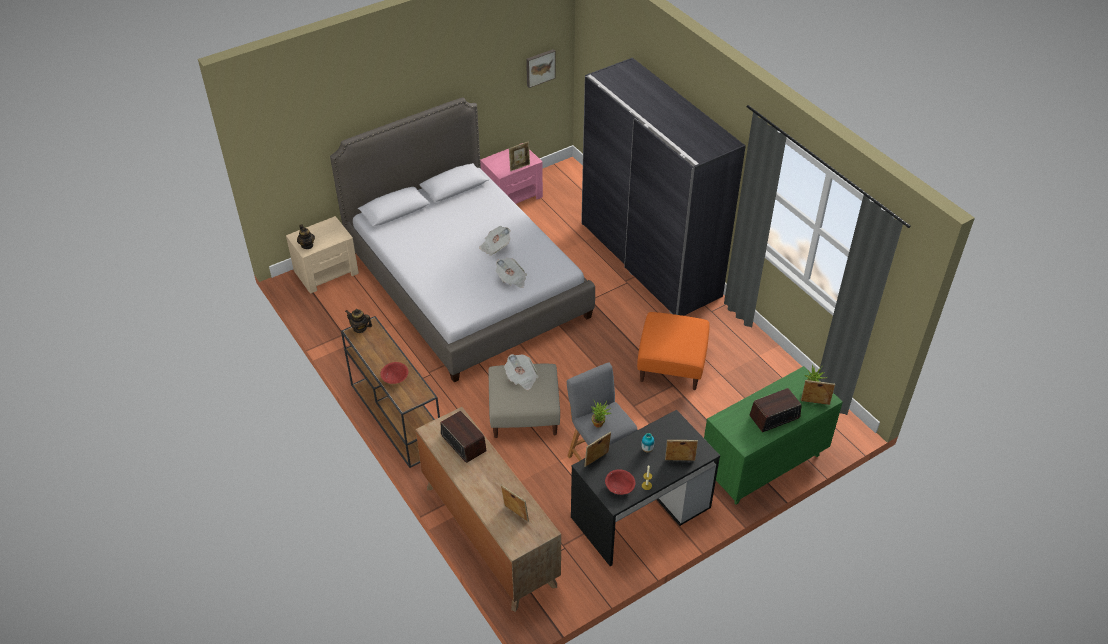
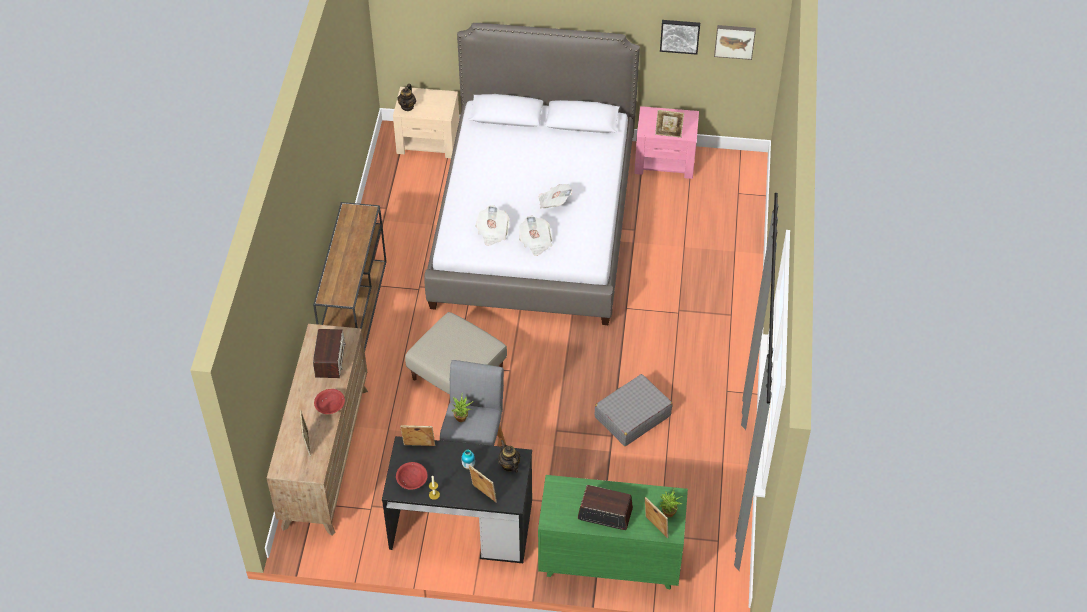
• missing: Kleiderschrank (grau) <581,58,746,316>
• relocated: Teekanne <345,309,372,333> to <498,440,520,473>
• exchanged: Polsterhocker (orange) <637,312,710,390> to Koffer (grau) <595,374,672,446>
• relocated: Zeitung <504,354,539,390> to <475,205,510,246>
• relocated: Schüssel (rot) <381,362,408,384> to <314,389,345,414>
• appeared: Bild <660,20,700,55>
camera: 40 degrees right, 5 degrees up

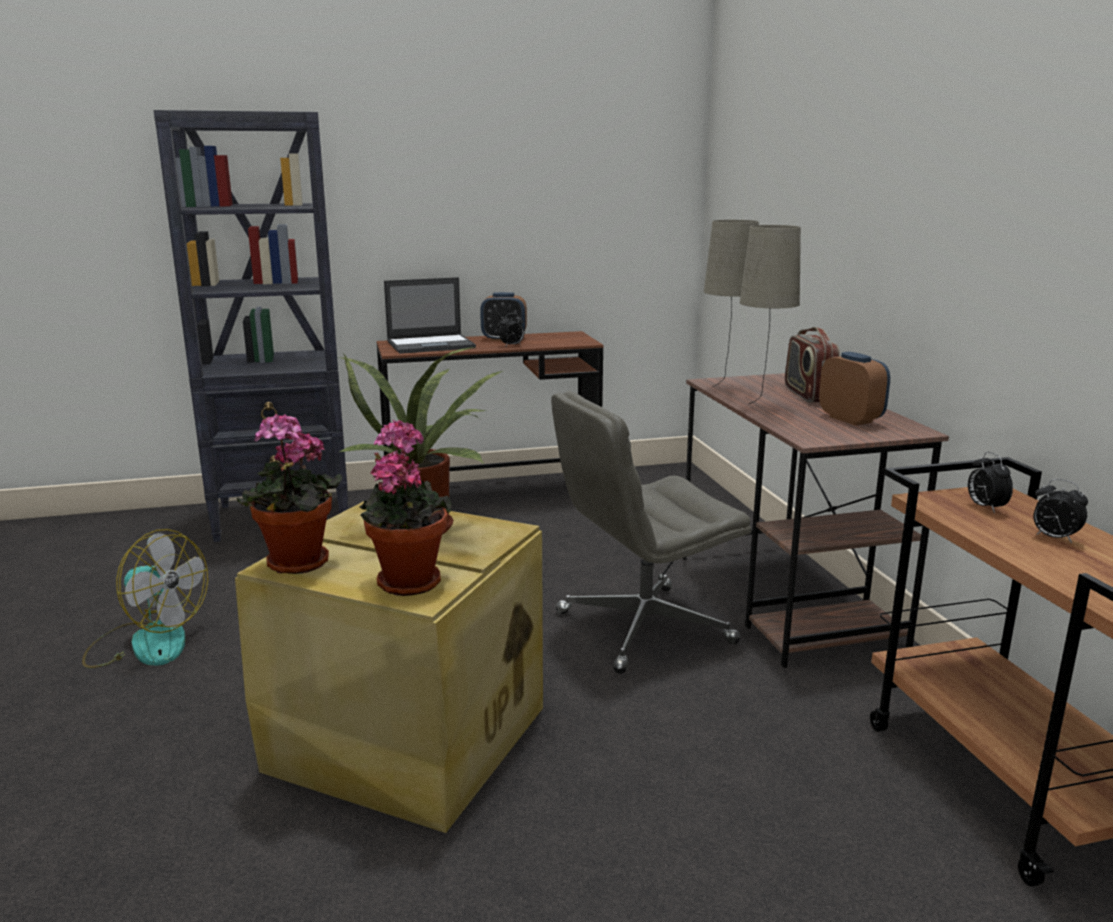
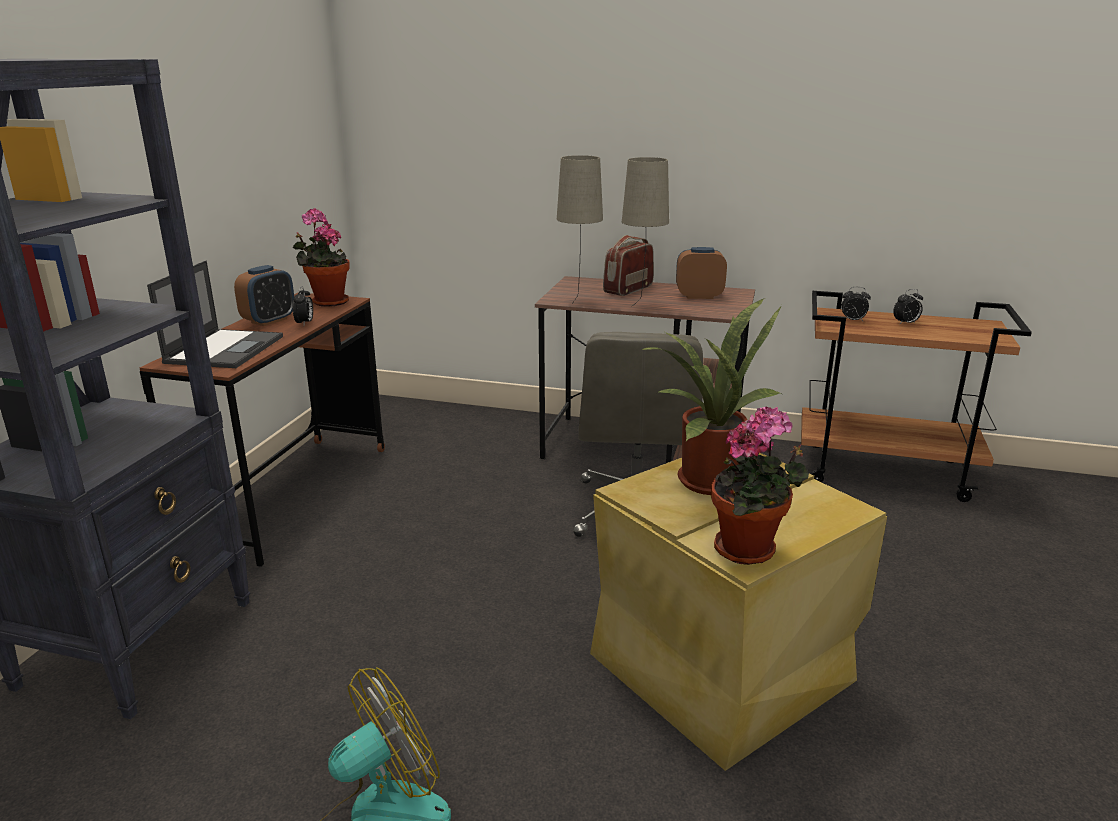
• spun: Radio <785,327,840,402> = <603,235,654,296> 105 degrees clockwise
• relocated: Topfpflanze <360,420,452,596> to <293,208,350,307>
camera: 60 degrees left, 5 degrees up

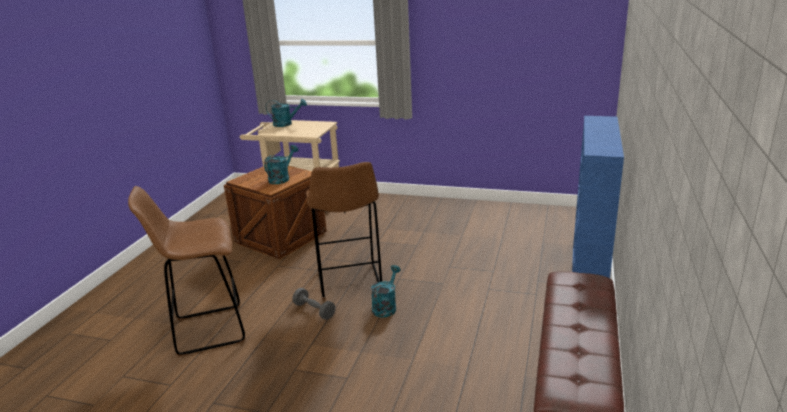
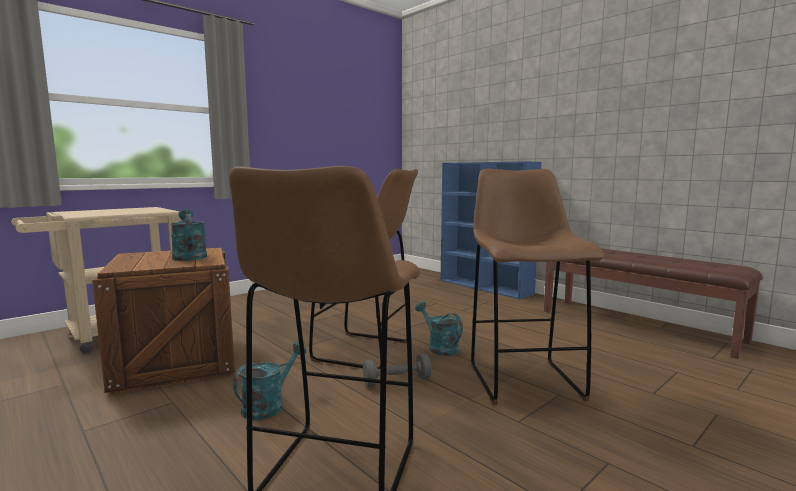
• relocated: Gießkanne (türkis) <266,99,307,127> to <233,342,306,420>
• appeared: Hocker (braun) <471,169,605,405>
camera: 60 degrees left, 15 degrees down

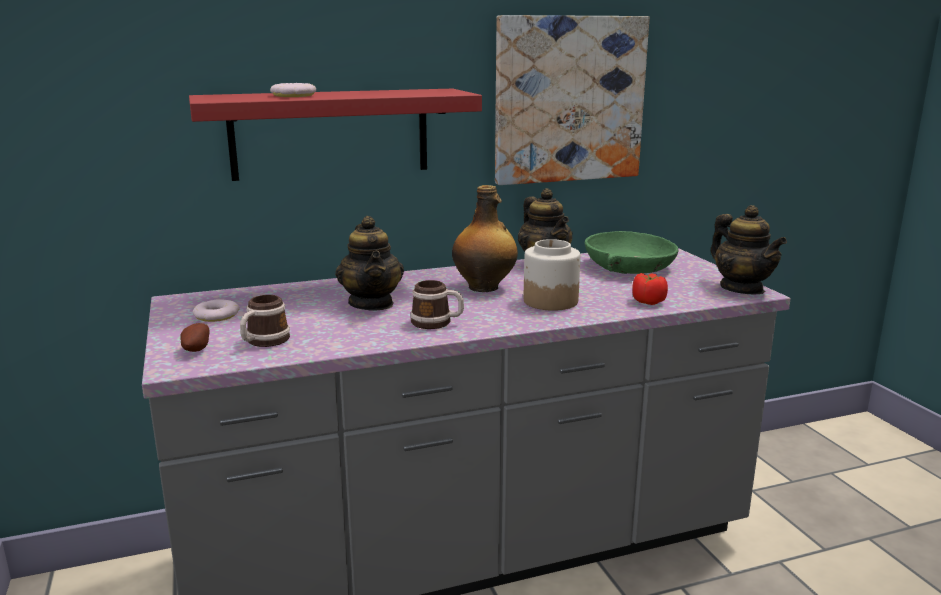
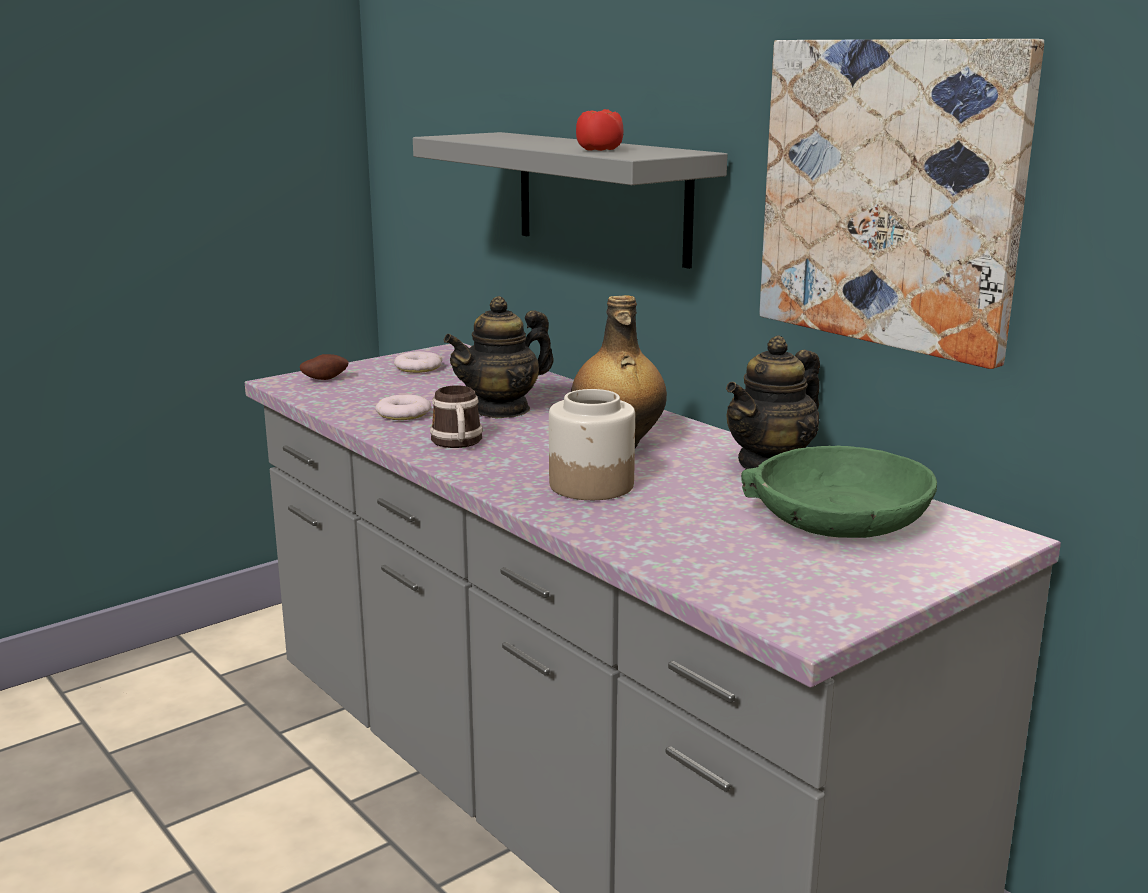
• relocated: Donut <270,83,316,97> to <375,395,431,420>
• colour: Wandregal (rot) <189,89,482,181> to Wandregal (grau) <413,132,728,269>
• missing: Teekanne <711,205,787,295>
• relocated: Tomate <632,273,668,305> to <576,109,623,151>
• missing: Henkelbecher <240,295,290,347>
camera: 70 degrees right, 0 degrees up

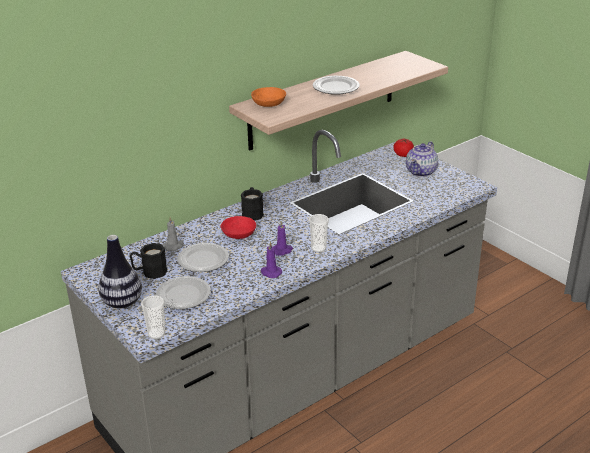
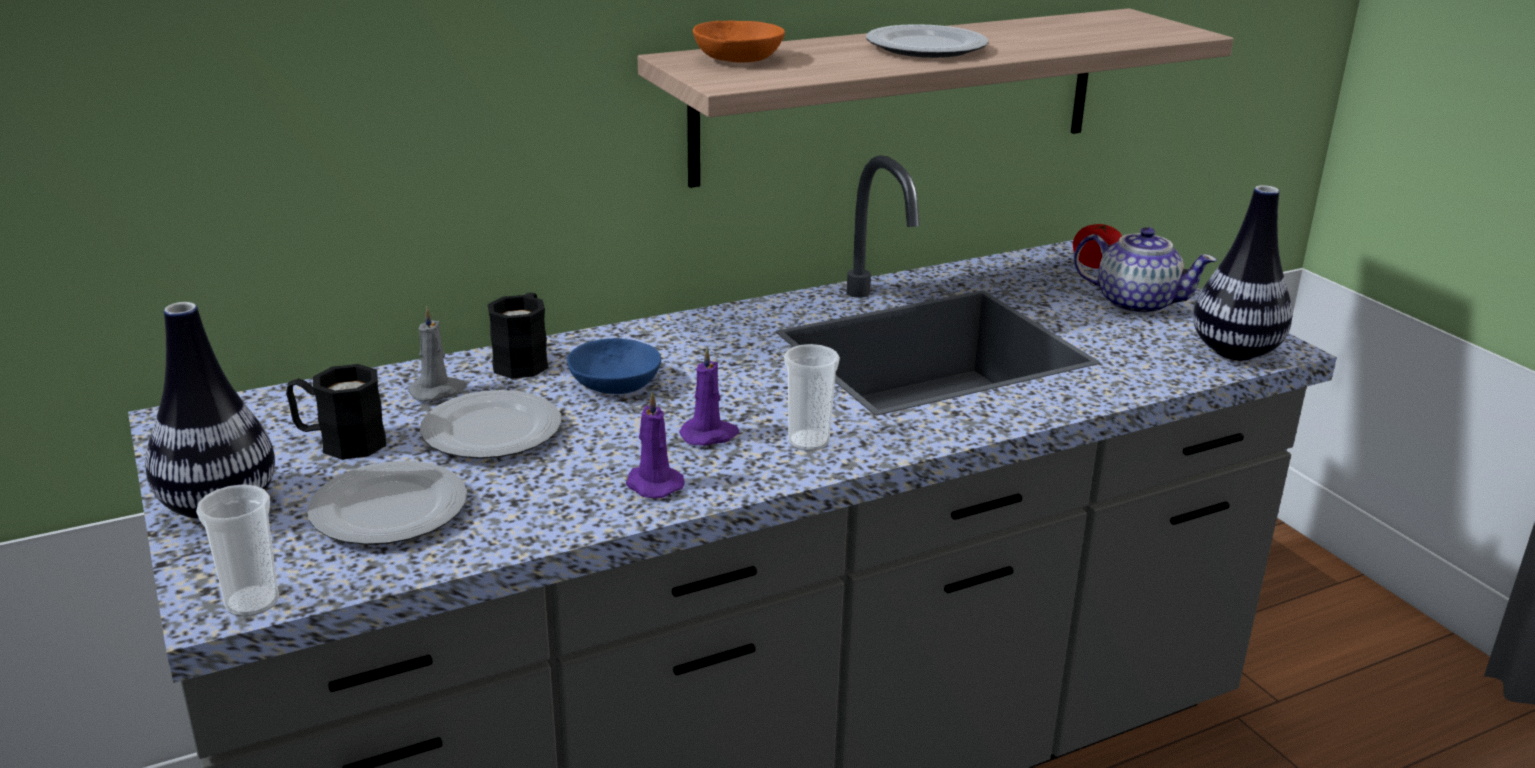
• spun: Teekanne <406,141,438,177> = <1074,227,1217,315> 105 degrees counterclockwise
• relocated: Henkelbecher (schwarz) <241,187,264,221> to <487,293,549,379>
• colour: Schüssel (rot) <221,216,256,239> to Schüssel (blau) <567,338,661,394>
• appeared: Vase <1193,185,1292,361>
camera: 10 degrees right, 5 degrees down

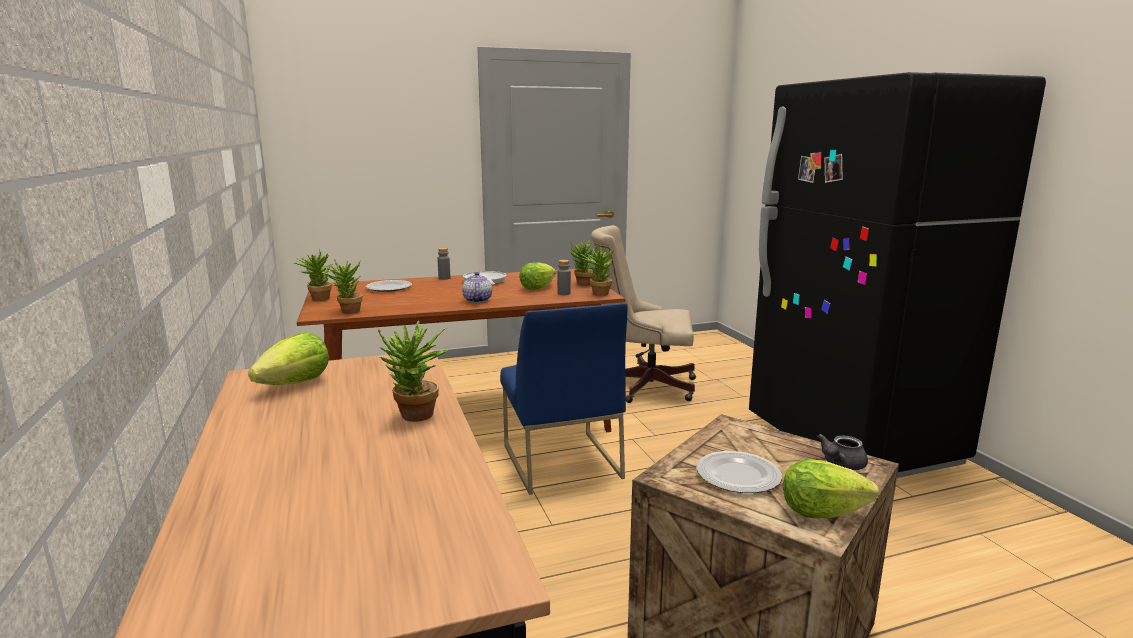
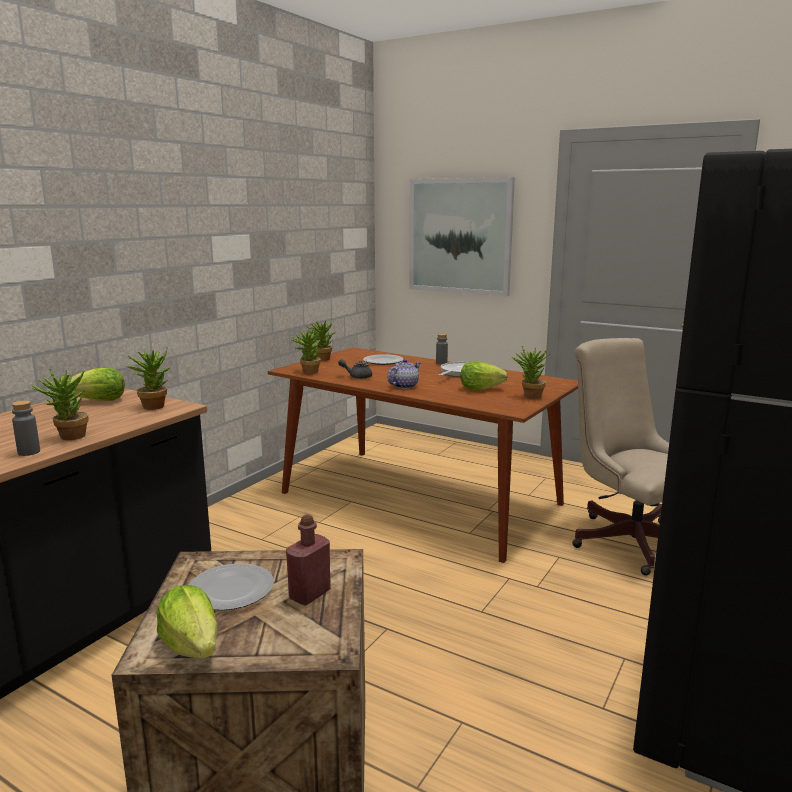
• relocated: Topfpflanze <580,245,614,296> to <127,346,170,410>
• relocated: Flasche (grau) <557,260,571,295> to <12,400,40,456>
• missing: Stuhl (blau) <500,303,627,495>
• relocated: Teekanne (grau) <817,434,868,470> to <338,359,372,379>
• appeared: Bild <409,177,515,296>
• appeared: Flasche (rot) <286,514,331,606>
camera: 50 degrees right, 0 degrees up

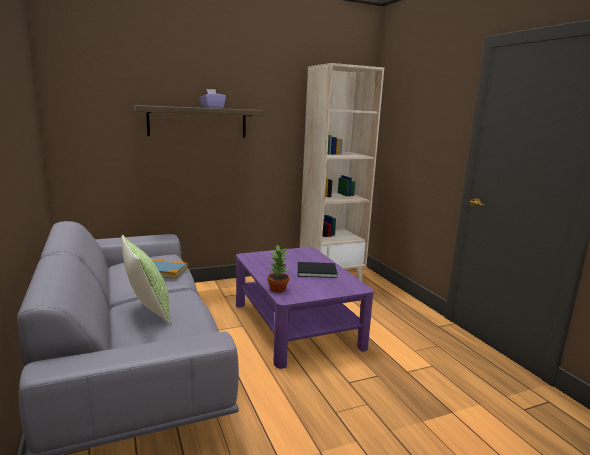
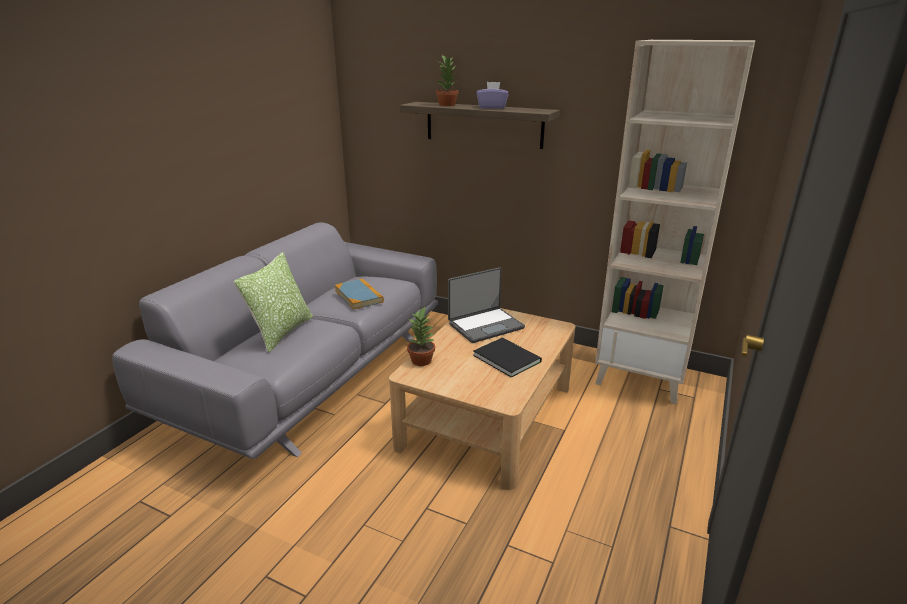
• colour: Couchtisch (lila) <236,247,374,369> to Couchtisch (beige) <389,308,576,490>
• appeared: Topfpflanze <436,55,458,106>
• appeared: Laptop <448,267,525,343>
camera: 50 degrees right, 10 degrees up

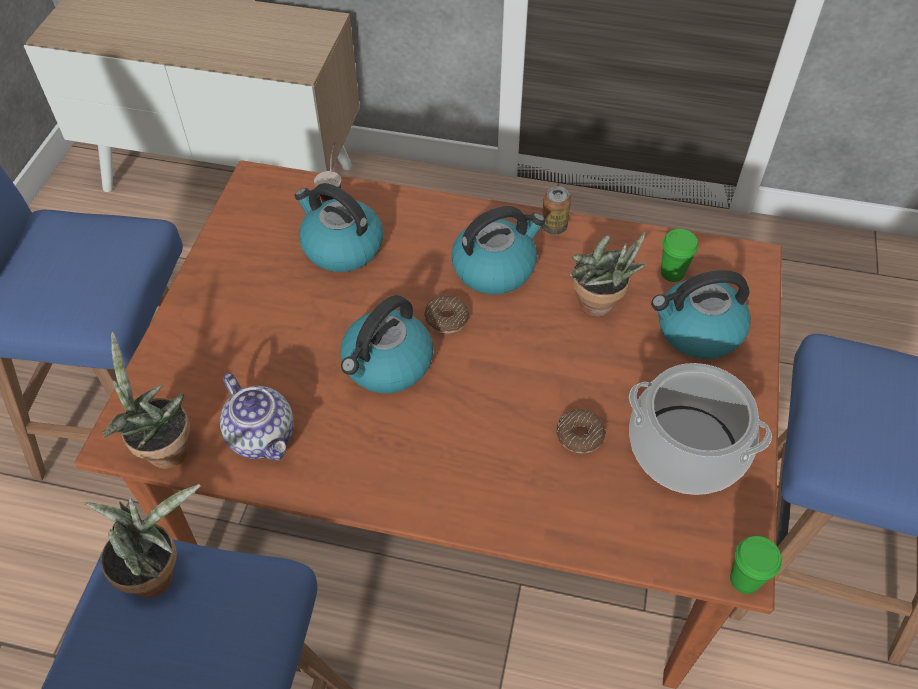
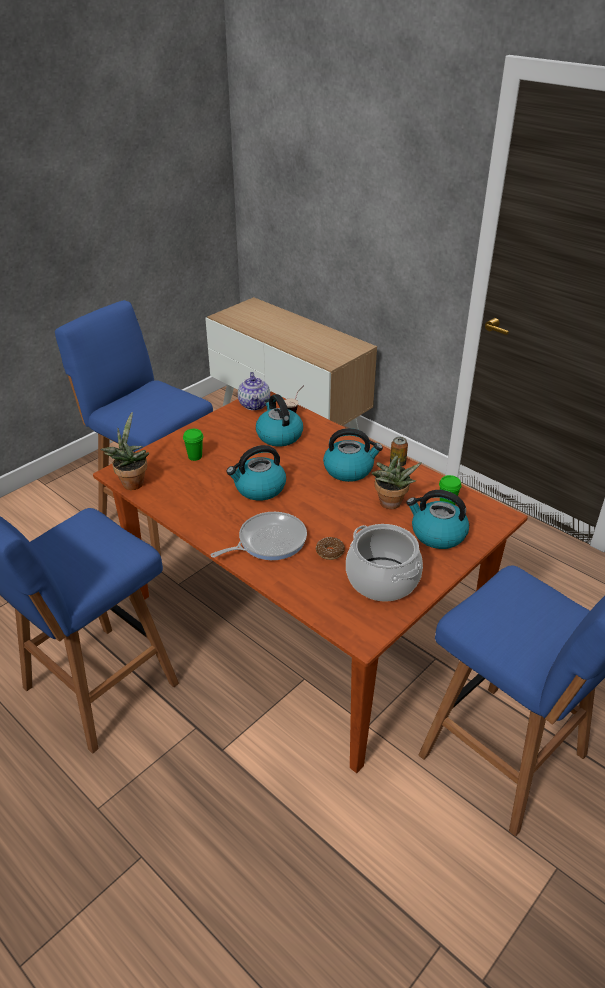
• missing: Donut <424,296,469,334>
• relocated: Teekanne <220,373,294,460> to <238,372,270,410>
• missing: Topfpflanze <84,484,200,598>
• relocated: Tasse (grün) <730,536,782,594> to <183,429,203,461>
• appeared: Pfanne <211,512,307,560>
camera: 30 degrees right, 15 degrees down

